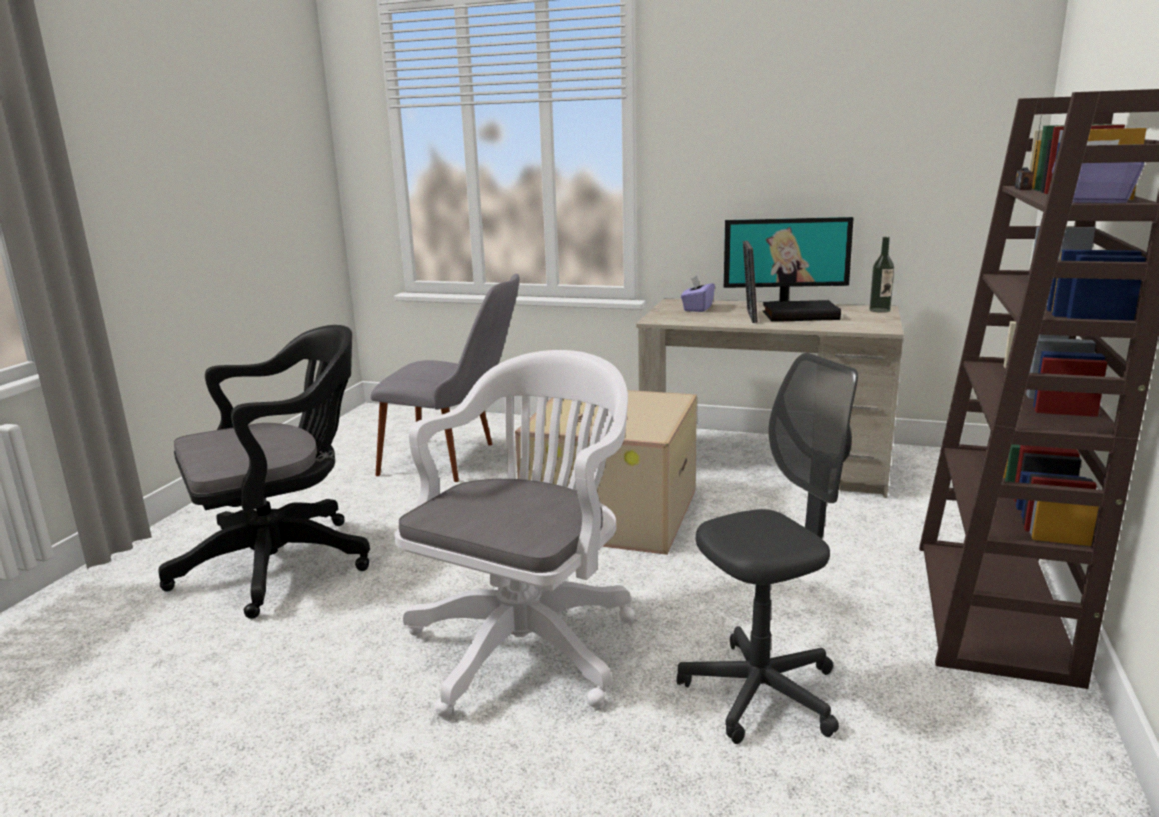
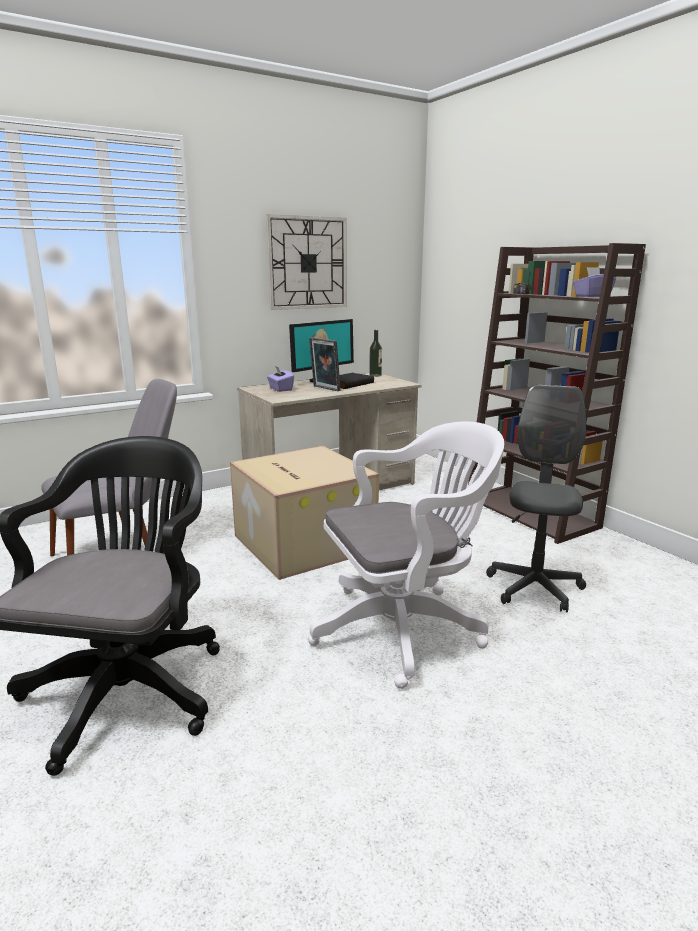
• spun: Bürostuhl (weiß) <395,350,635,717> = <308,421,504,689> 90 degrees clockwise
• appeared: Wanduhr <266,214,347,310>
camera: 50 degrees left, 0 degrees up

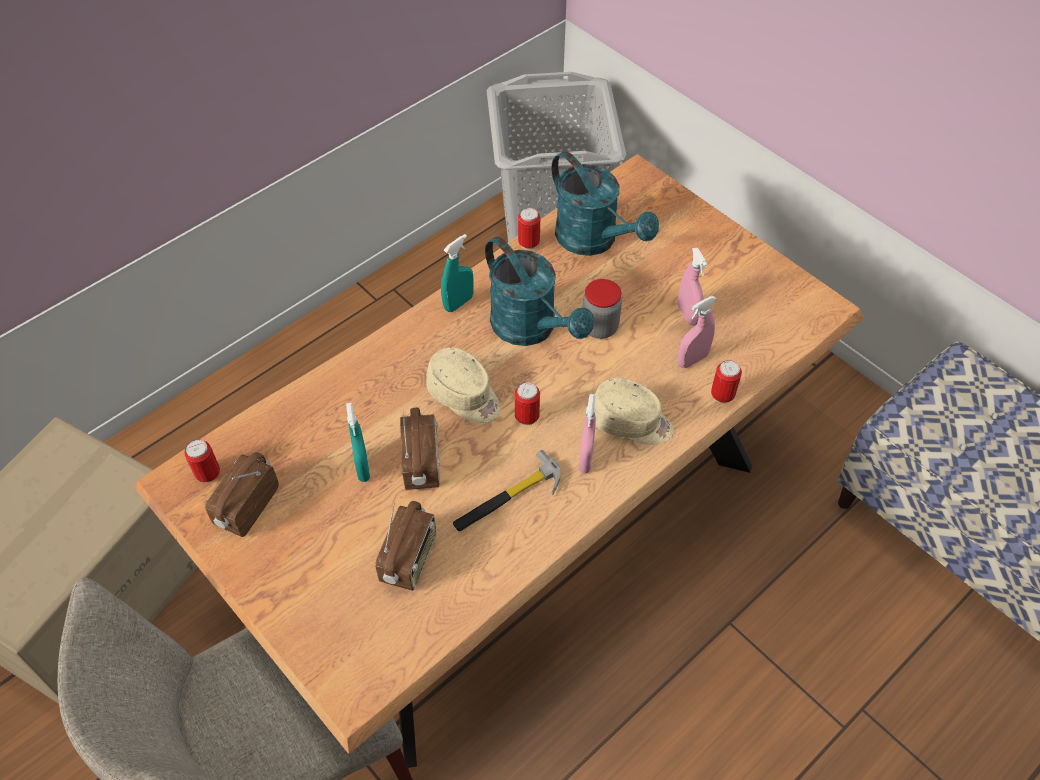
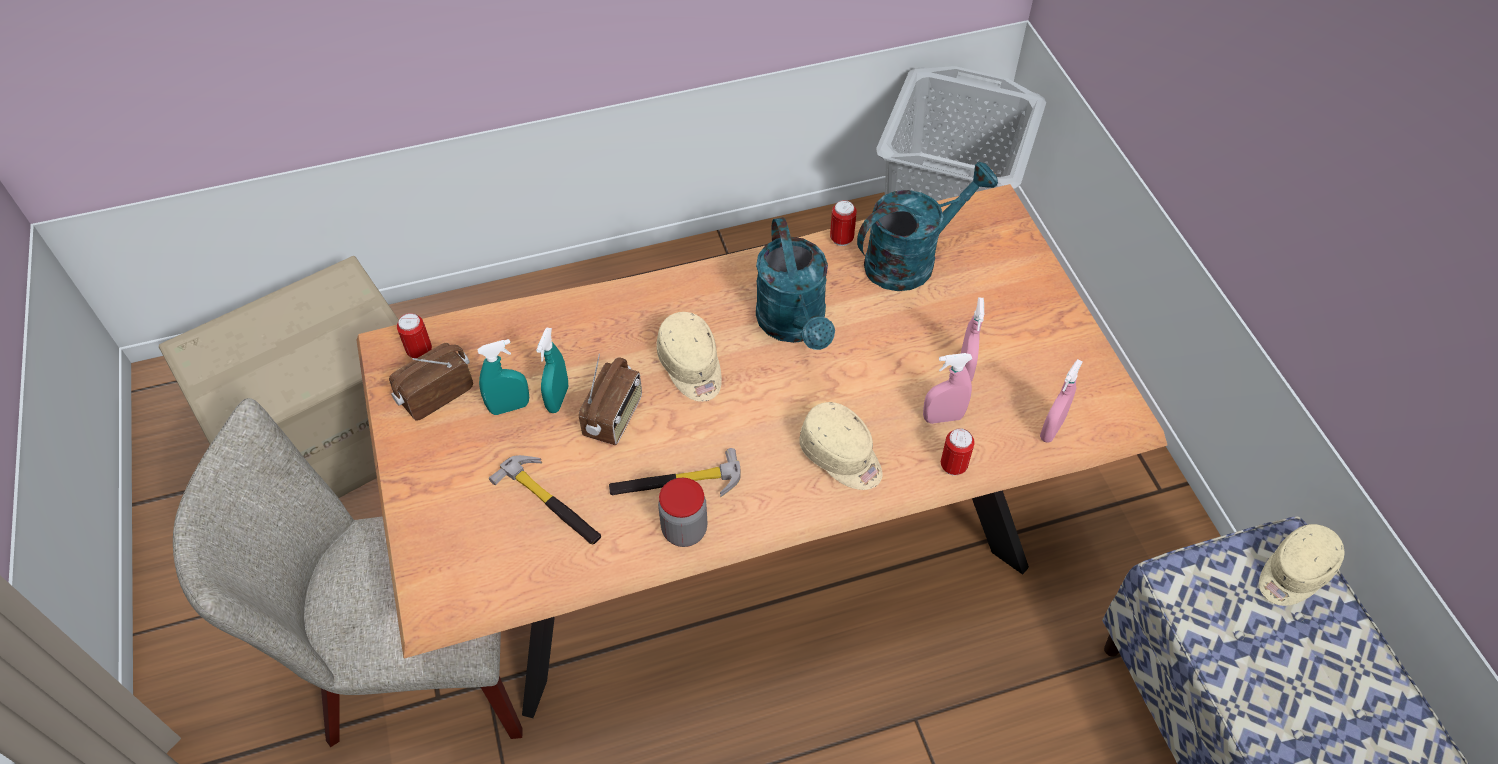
• spun: Gießkanne (türkis) <551,151,659,256> = <857,162,998,291> 105 degrees counterclockwise
• relocated: Sprühflasche (türkis) <441,234,474,312> to <477,339,529,415>
• relocated: Vorratsglas <583,279,622,339> to <658,478,708,547>
• missing: Dose <515,382,540,425>
• relocated: Sprühflasche (rosa) <578,394,596,473> to <1040,359,1083,443>
• exchanged: Radio <375,501,436,591> to Hammer <489,455,601,544>
• appeared: Kappe (beige) <1259,524,1345,606>
camera: 25 degrees right, 0 degrees up

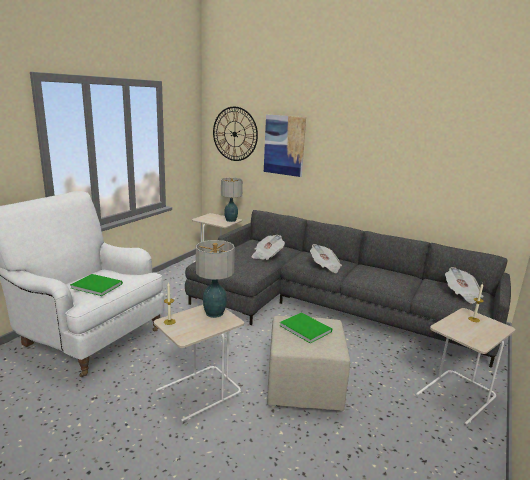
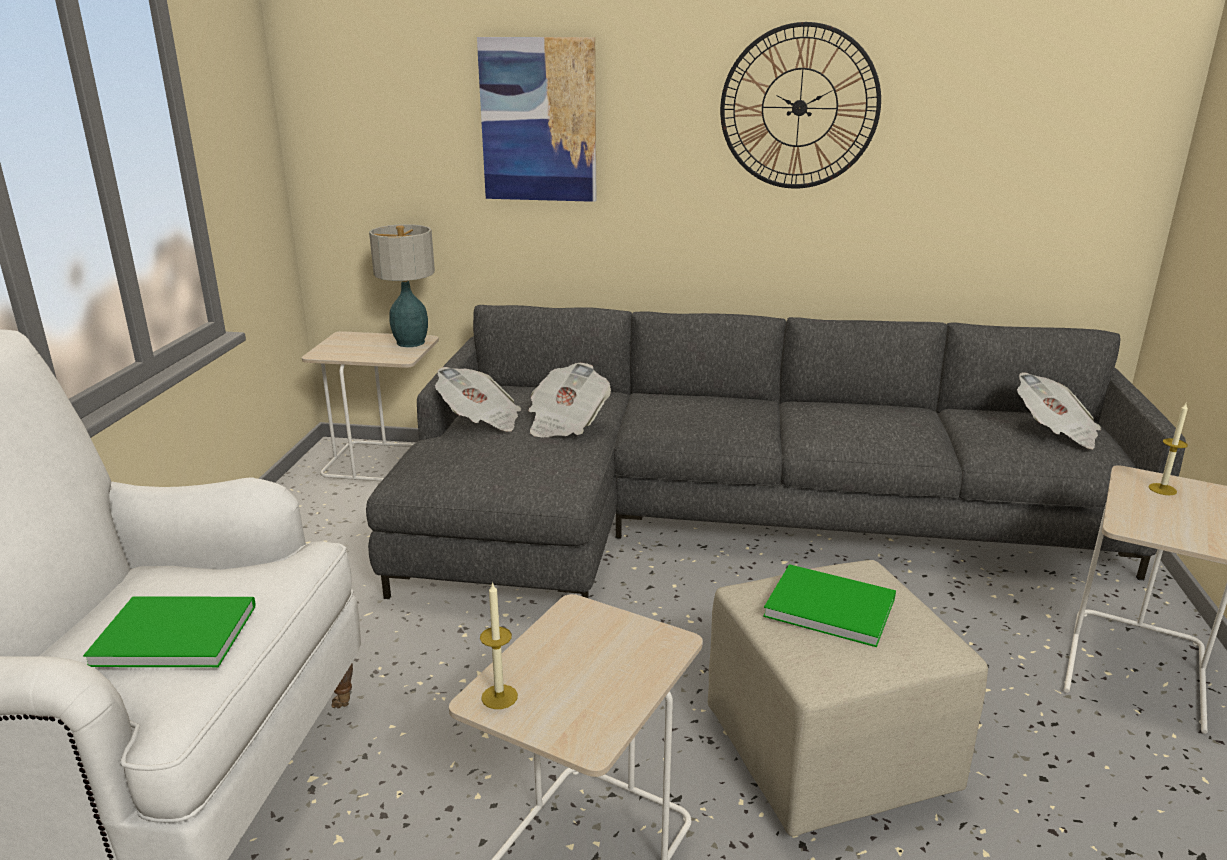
• relocated: Wanduhr <213,107,258,161> to <720,22,881,189>
• missing: Tischlampe <196,240,235,318>
• relocated: Zeitung <310,244,342,273> to <435,367,521,432>
camera: 20 degrees left, 5 degrees up

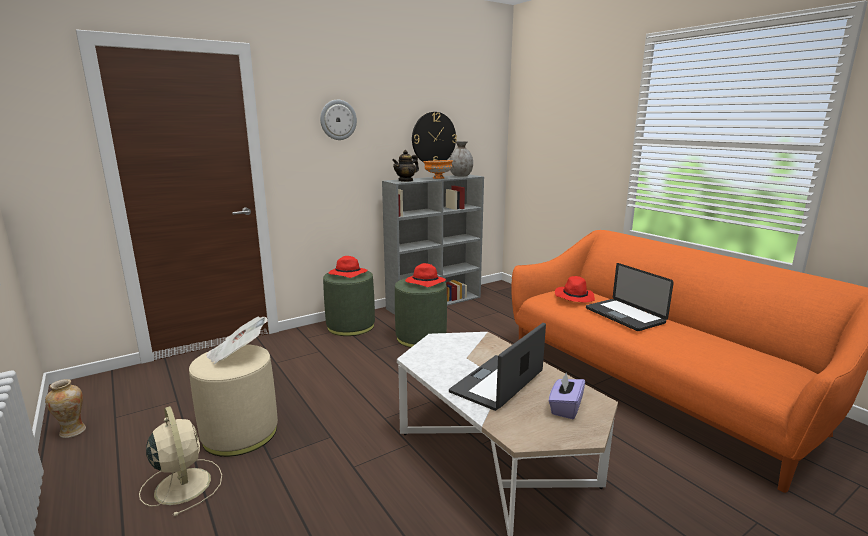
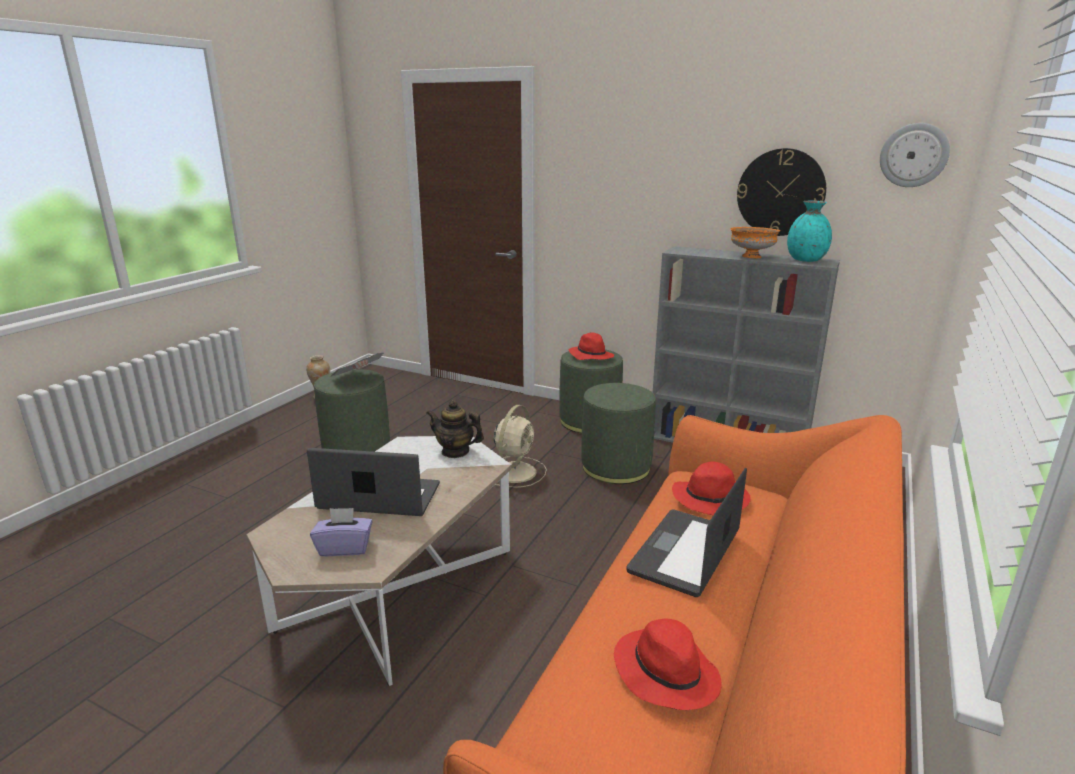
• relocated: Wanduhr <320,100,357,140> to <880,123,950,187>
• colour: Vase (grau) <450,141,473,177> to Vase (türkis) <787,201,832,262>
• relocated: Teekanne <392,150,419,182> to <426,400,484,458>
• relocated: Hut (rot) <405,263,446,287> to <614,619,722,710>
• colour: Polsterhocker (beige) <189,344,278,457> to Polsterhocker (grün) <314,369,390,452>
• relocated: Ventilator (beige) <139,406,222,517> to <493,405,547,488>
camera: 60 degrees right, 5 degrees up

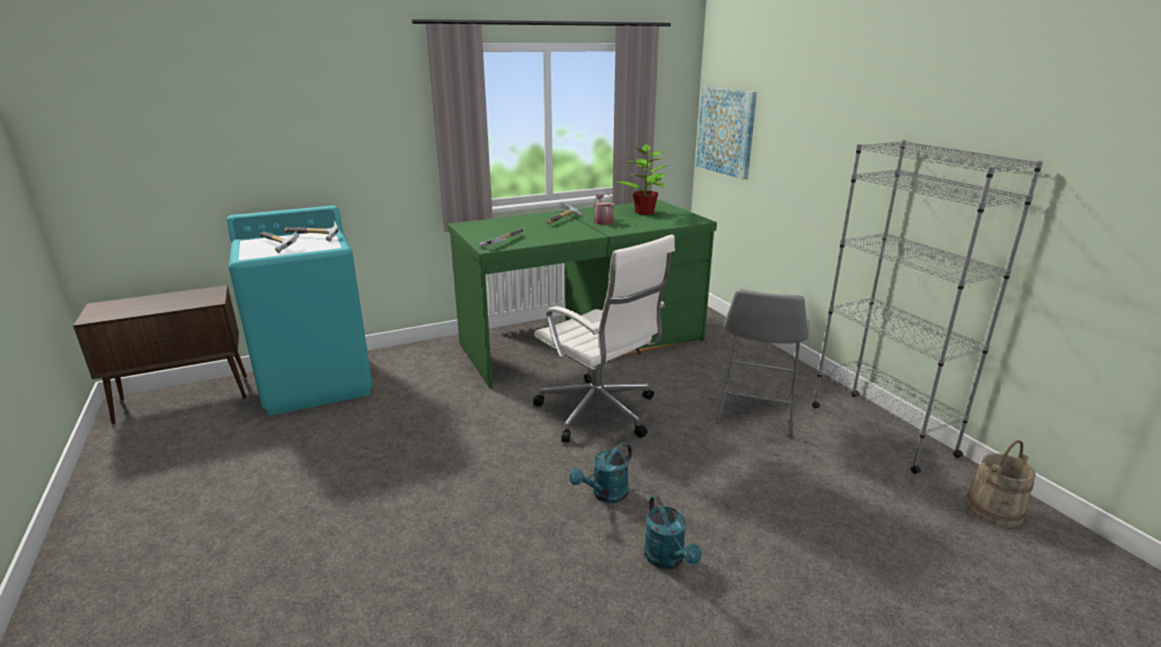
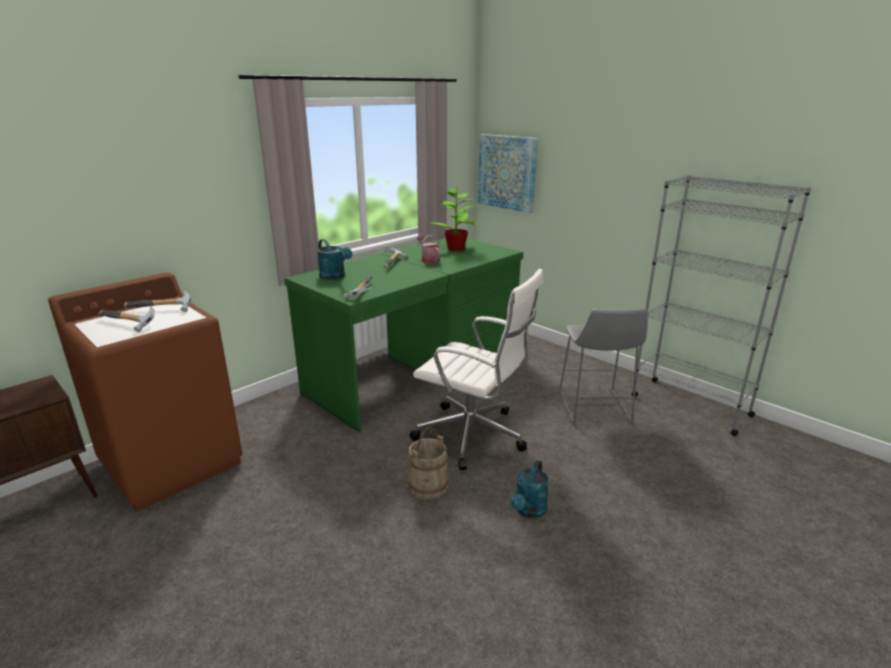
• colour: Waschmaschine (türkis) <227,205,372,416> to Waschmaschine (braun) <48,272,243,511>
• relocated: Eimer (beige) <966,440,1036,527> to <407,427,449,499>
• relocated: Gießkanne (türkis) <644,495,702,569> to <317,239,352,280>
camera: 20 degrees left, 0 degrees up

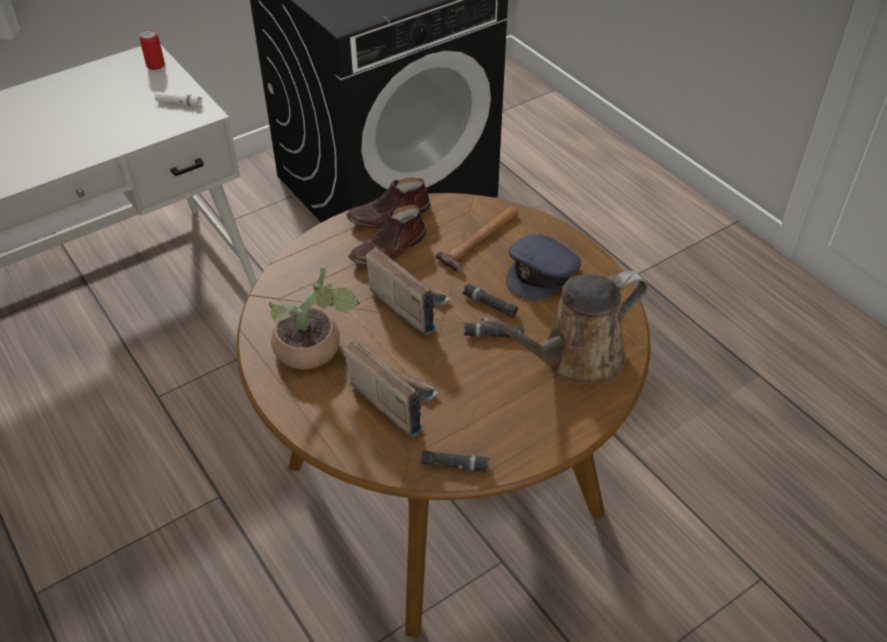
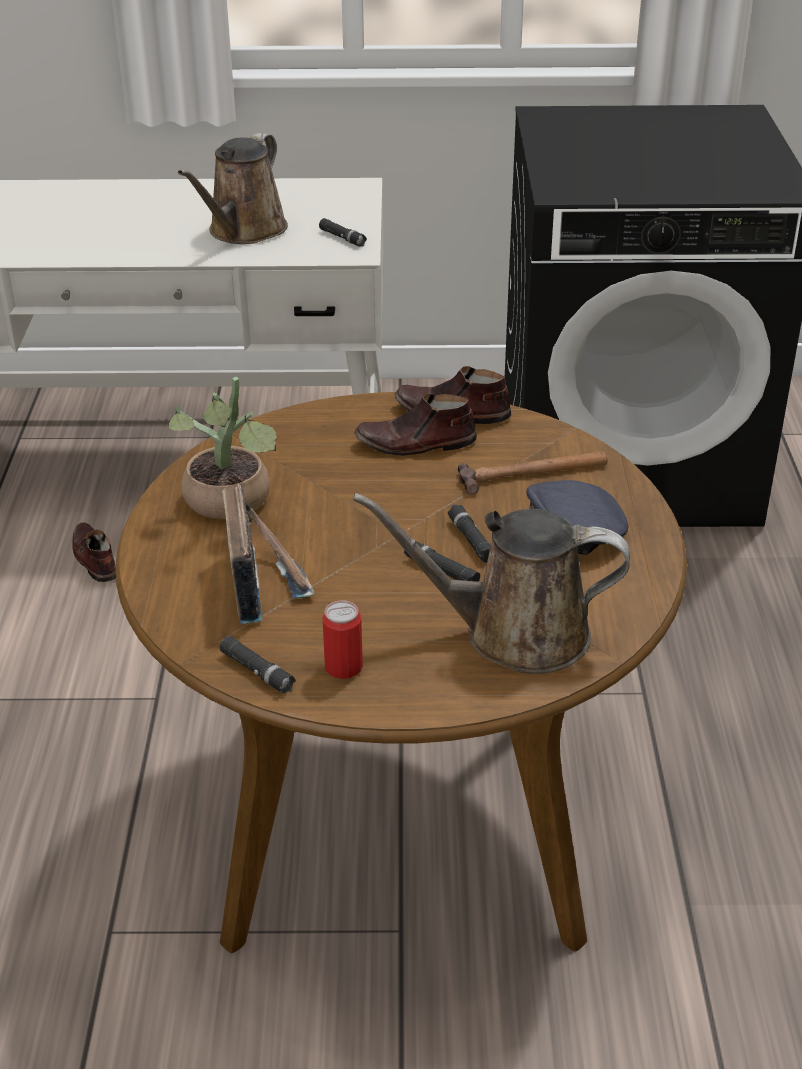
• relocated: Dose <140,30,165,70> to <322,601,363,679>
• colour: Taschenlampe (weiß) <155,92,202,106> to Taschenlampe (schwarz) <319,218,367,247>
• missing: Radio <366,247,451,336>
• appeared: Gießkanne (braun) <178,133,288,244>
• appeared: Schuh (braun) <72,522,116,582>
camera: 35 degrees right, 10 degrees down

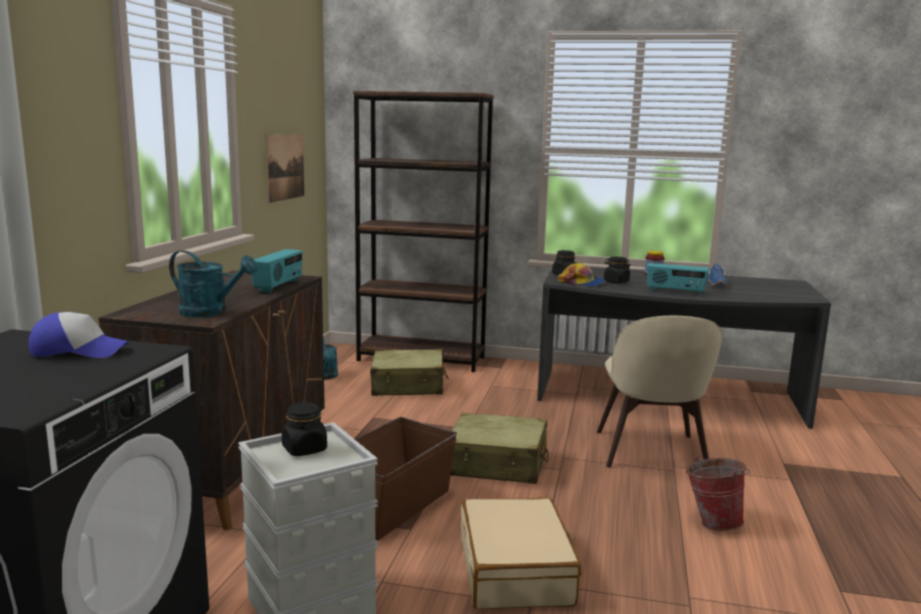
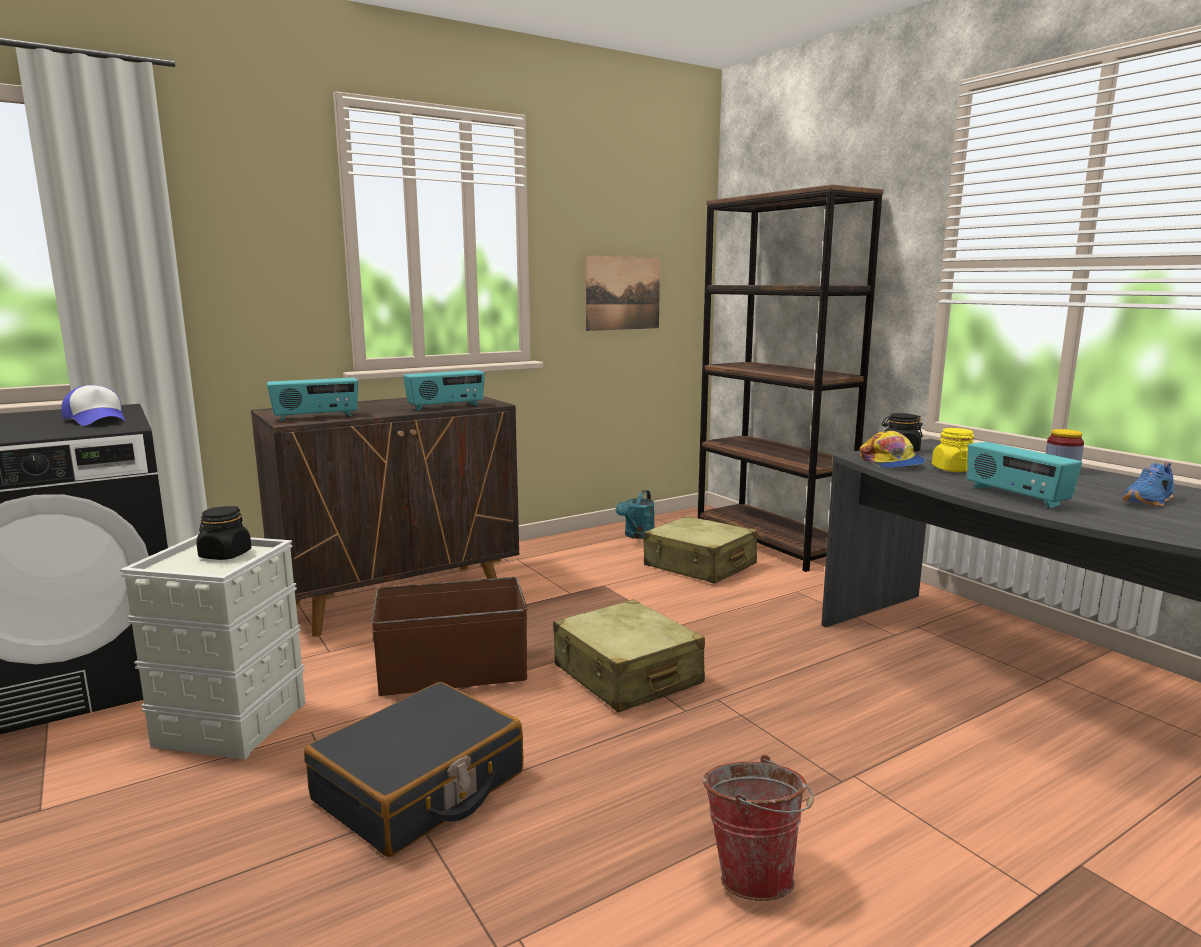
• exchanged: Gießkanne (türkis) <169,250,258,317> to Radio <267,378,358,421>
• colour: Vorratsglas (schwarz) <604,257,630,284> to Vorratsglas (gelb) <932,428,974,472>
• missing: Stuhl (beige) <597,316,722,467>
• colour: Koffer (beige) <461,497,581,609> to Koffer (schwarz) <304,682,523,857>
camera: 45 degrees right, 0 degrees up

